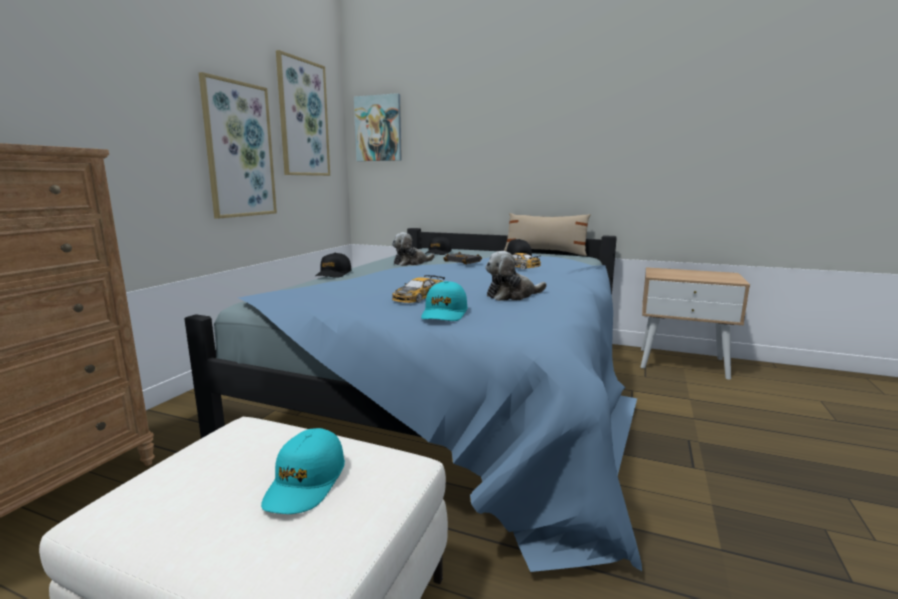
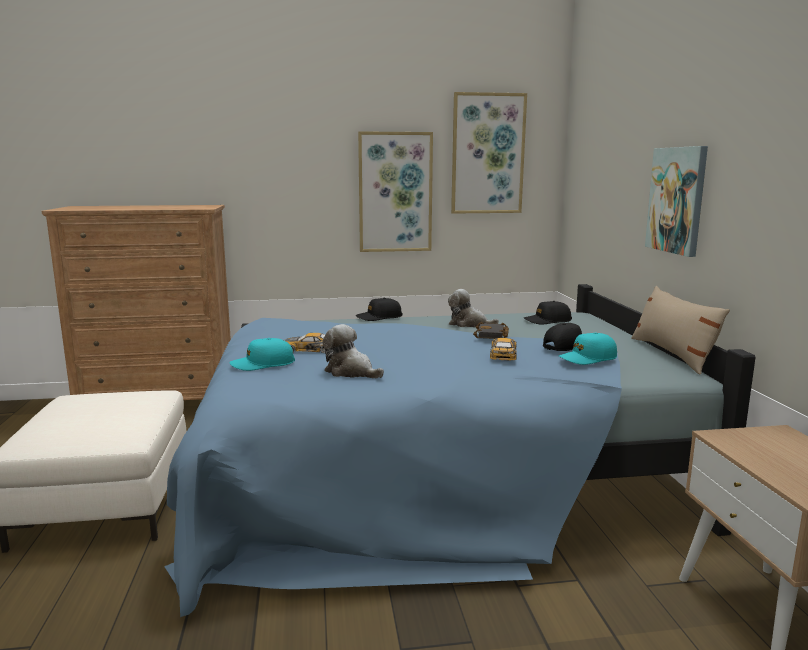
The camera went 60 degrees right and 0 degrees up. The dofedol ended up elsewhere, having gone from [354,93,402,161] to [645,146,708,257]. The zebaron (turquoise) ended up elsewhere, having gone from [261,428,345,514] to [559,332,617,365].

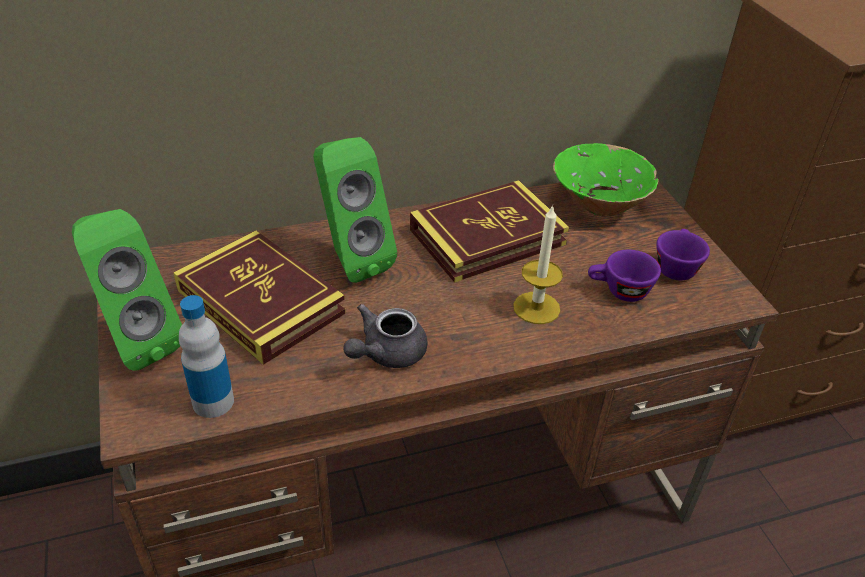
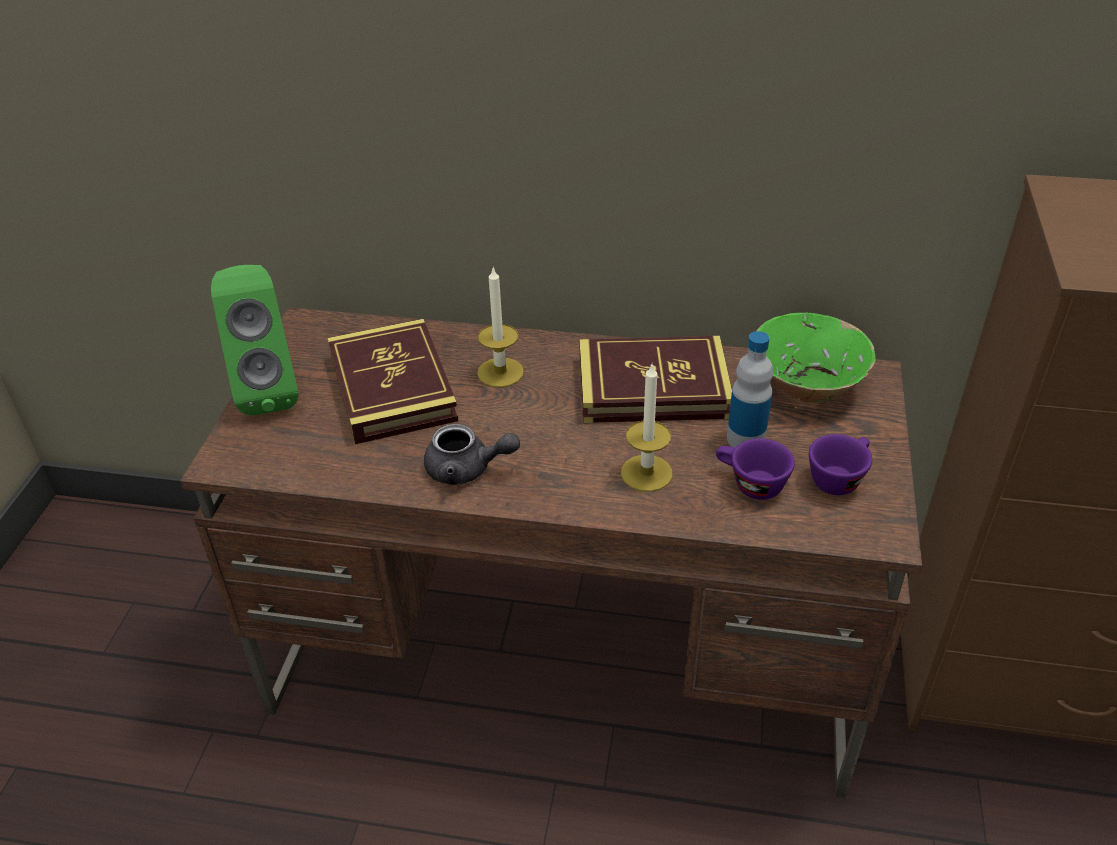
The camera went 30 degrees right and 0 degrees up. Where the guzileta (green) stood at [313,137,397,283], the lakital came to stand at [477,266,524,387]. The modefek ended up elsewhere, having gone from [179,295,234,418] to [727,331,773,448]. The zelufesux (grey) at [343,304,428,368] ended up facing another way, 150 degrees counterclockwise from before.

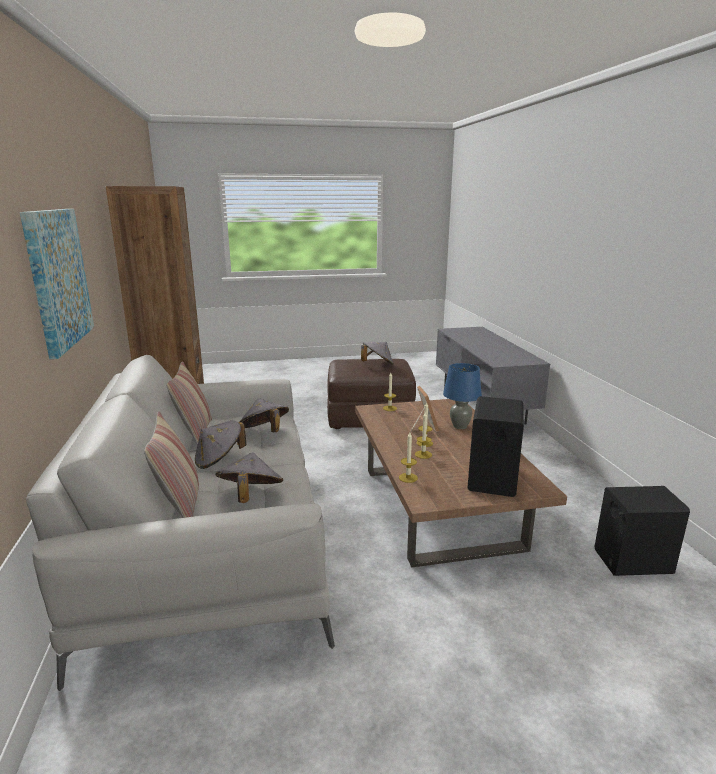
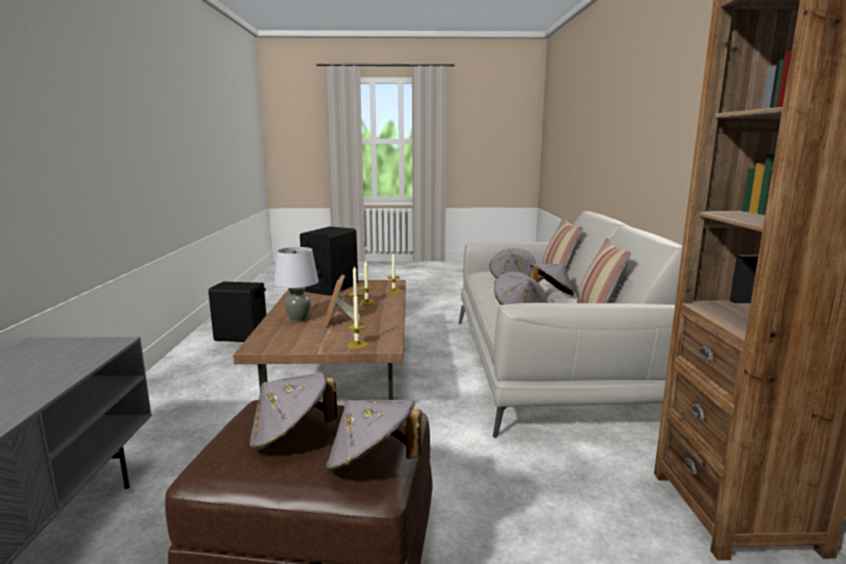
The camera went 170 degrees left and 5 degrees down. The second view lost the dofedol at [20,209,94,359]. What was the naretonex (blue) at [443,363,482,429] turned into the naretonex (grey) at [274,247,319,322]. The second view gained the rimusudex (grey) at [326,399,423,473].

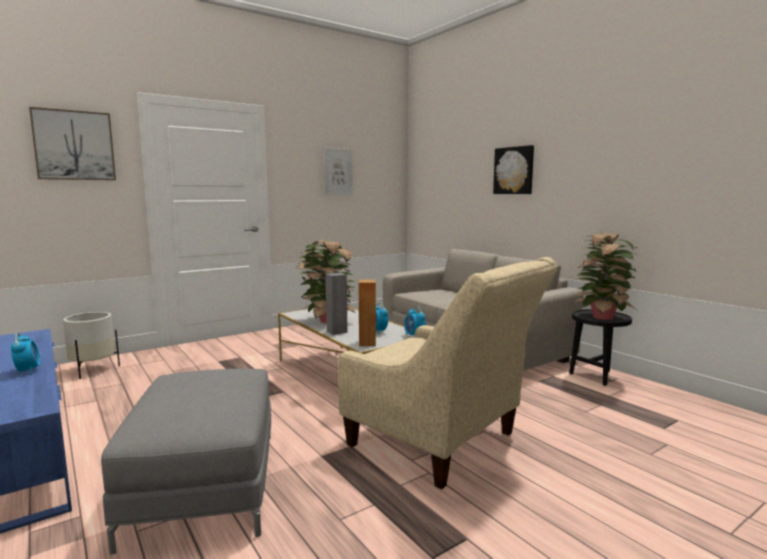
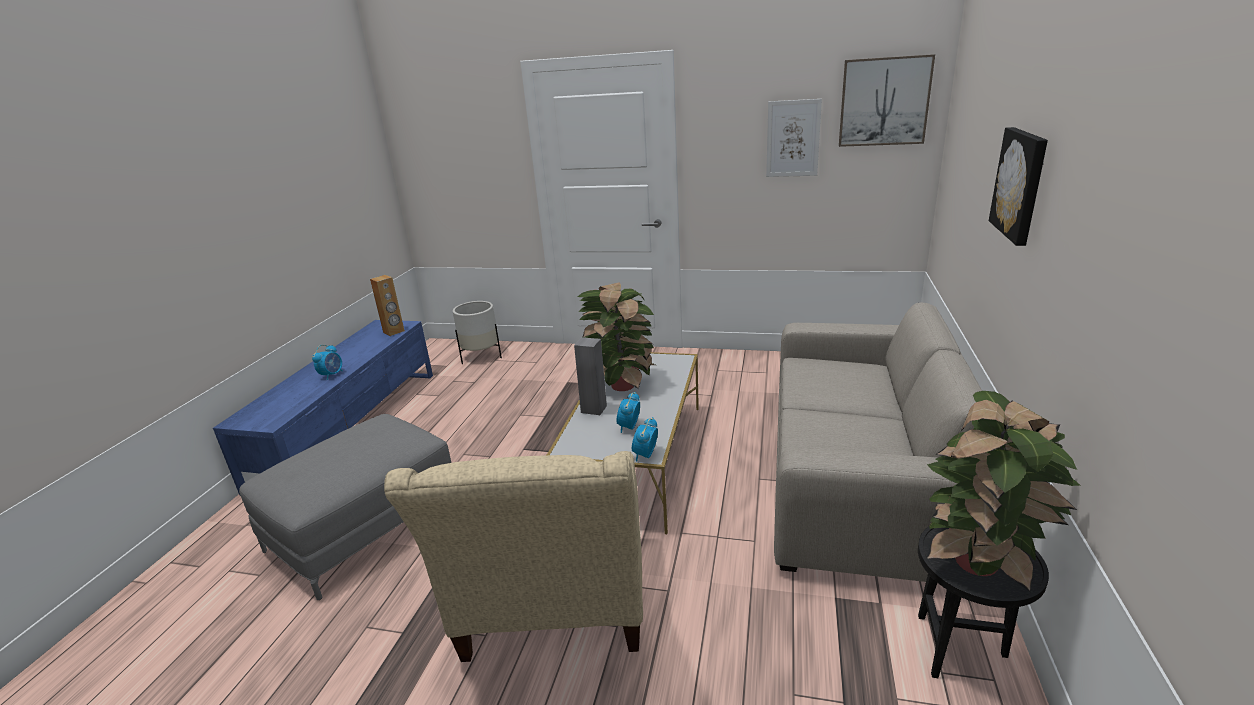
The camera went 50 degrees right and 15 degrees up. The dofedol ended up elsewhere, having gone from [29,107,116,180] to [839,54,935,147]. The guzileta (brown) ended up elsewhere, having gone from [358,279,376,346] to [370,275,405,336].

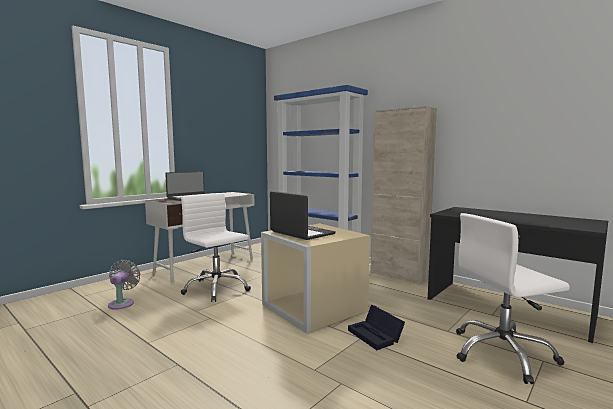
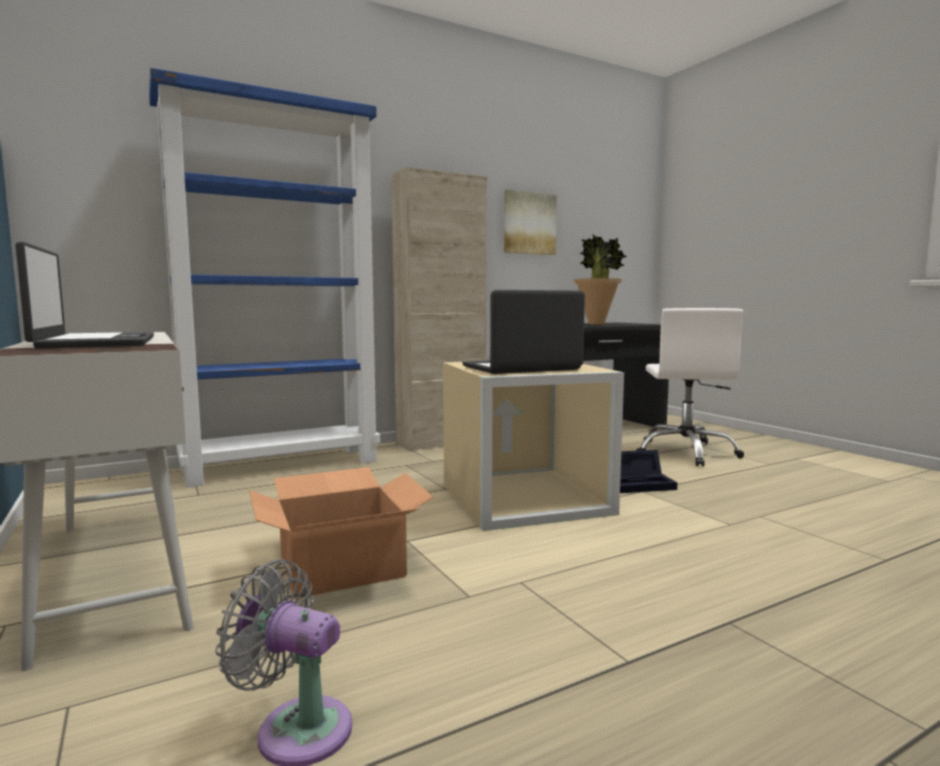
The camera went 70 degrees left and 0 degrees up. Where the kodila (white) stood at [181,193,251,302], the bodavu came to stand at [249,467,434,599]. The second view gained the dofedol at [504,189,557,255]. The second view gained the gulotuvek at [574,234,627,325].

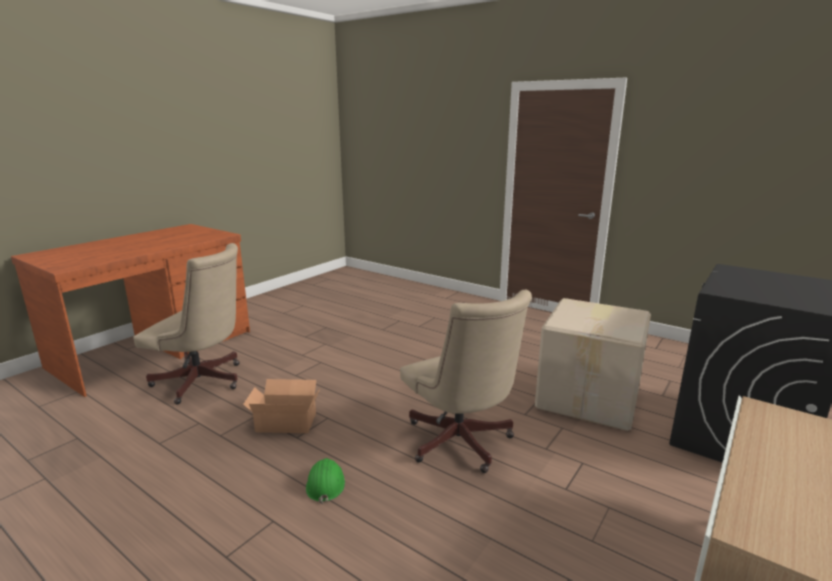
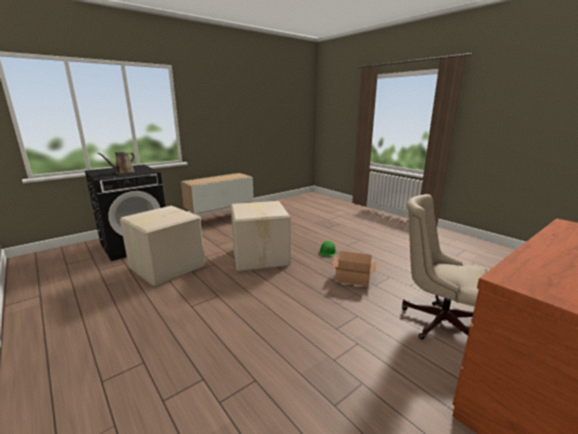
The camera went 165 degrees left and 0 degrees up. Where the kodila (beige) stood at [400,290,532,473], the bodavu came to stand at [231,201,291,271]. The second view gained the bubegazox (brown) at [98,152,135,174].

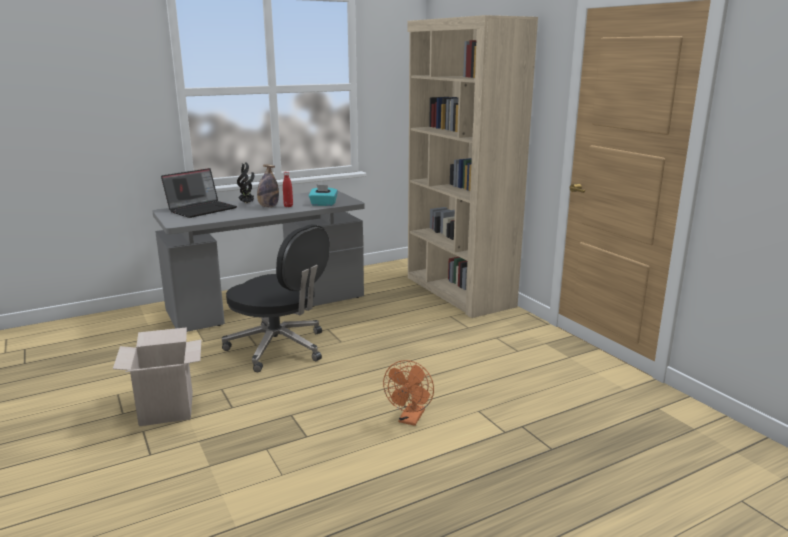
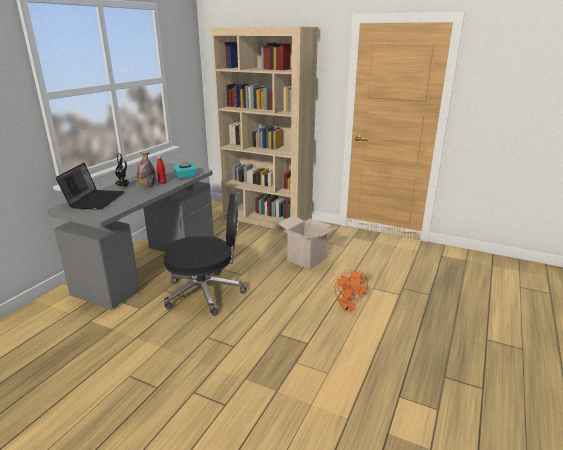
The camera went 35 degrees left and 5 degrees up. The bodavu ended up elsewhere, having gone from [113,327,201,426] to [277,215,337,270].

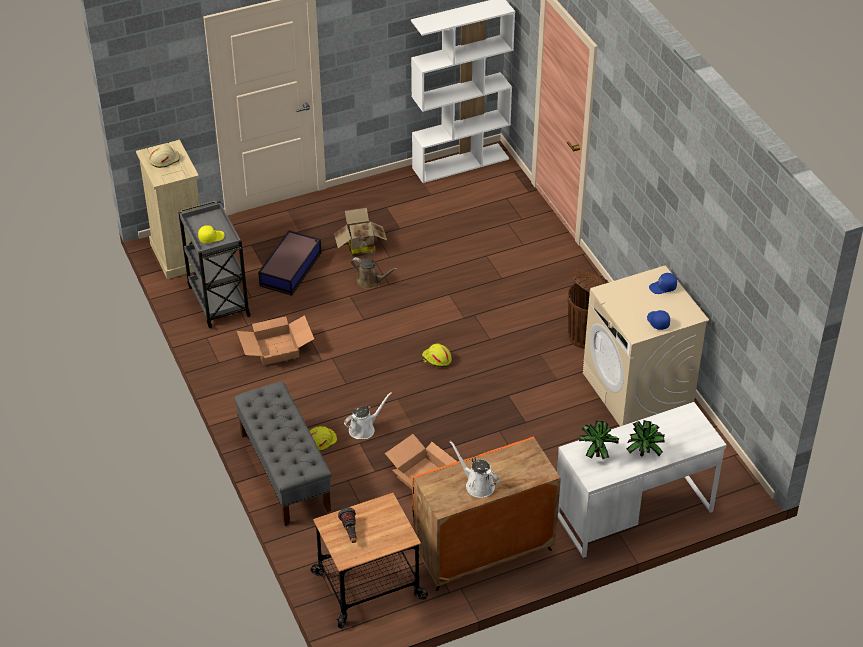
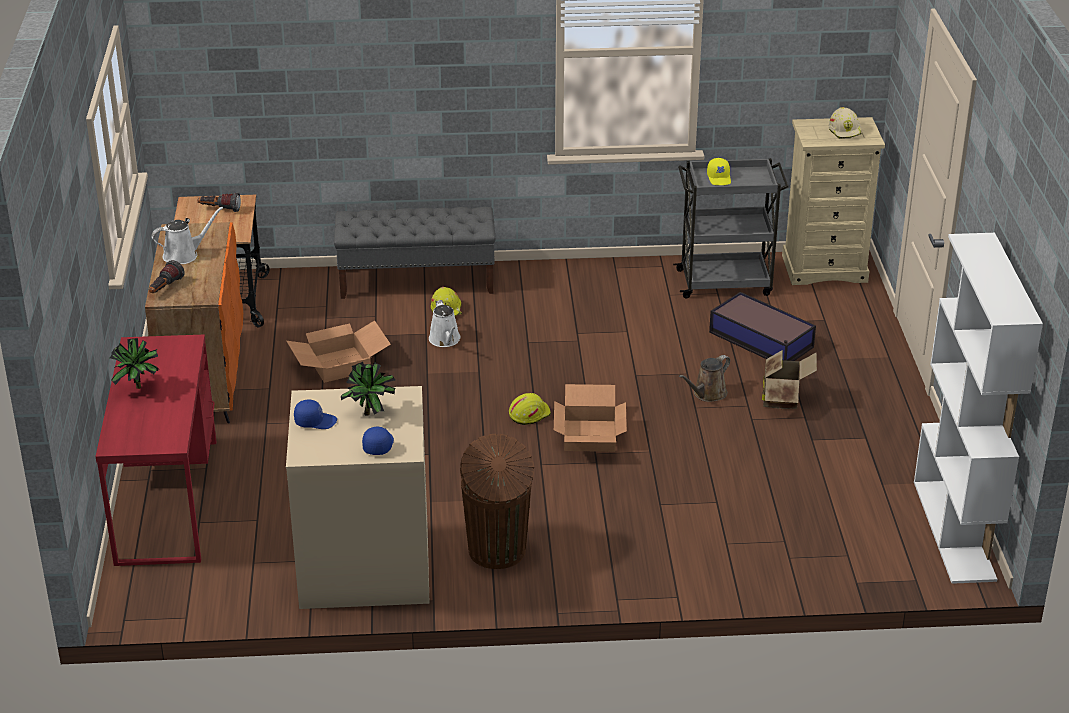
The camera went 110 degrees right and 10 degrees down. The bodavu ended up elsewhere, having gone from [237,315,314,365] to [554,384,627,452]. What was the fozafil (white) at [557,402,727,558] turned into the fozafil (red) at [95,334,217,566]. The gulotuvek ended up elsewhere, having gone from [579,420,620,460] to [341,362,395,416]. The second view gained the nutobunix at [149,260,184,293].

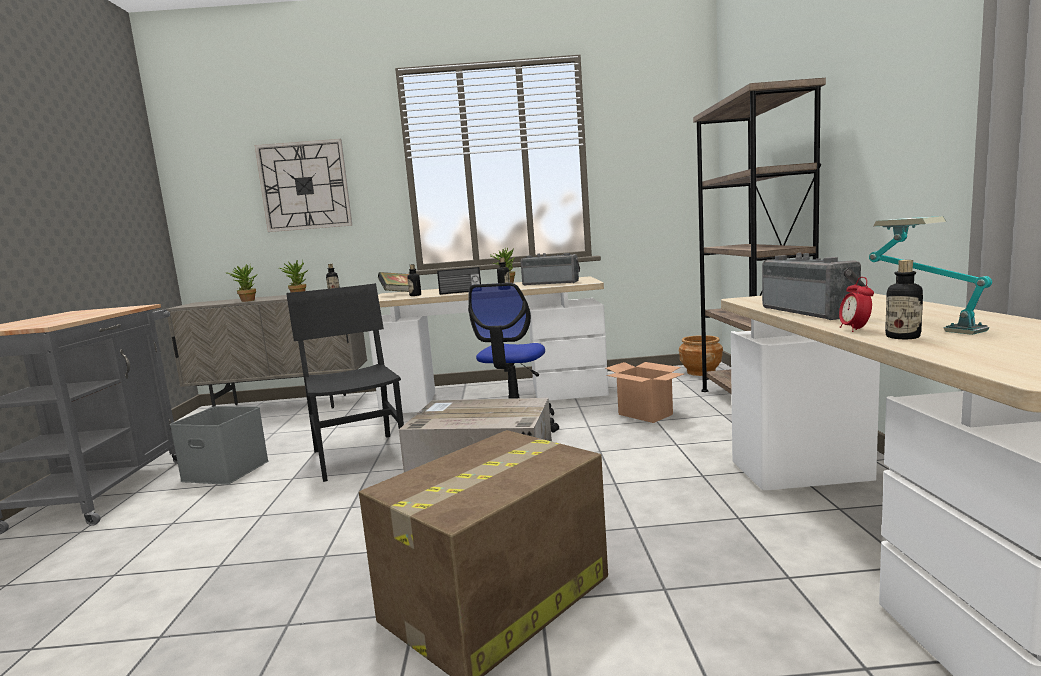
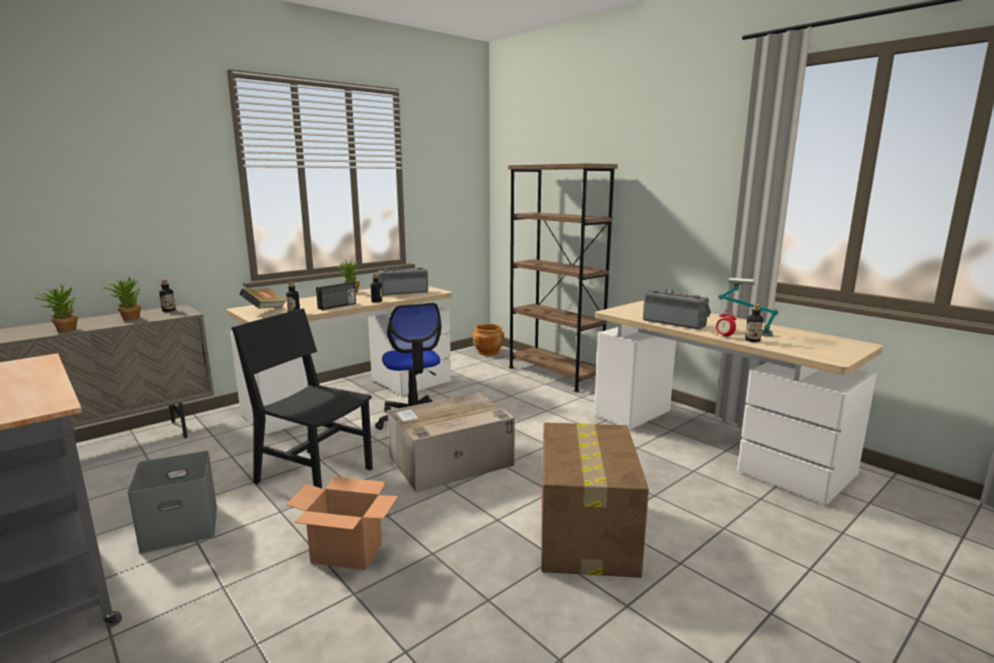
The camera went 40 degrees left and 5 degrees up. The second view lost the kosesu at [254,139,353,232]. The bodavu ended up elsewhere, having gone from [606,362,684,423] to [286,477,398,570].

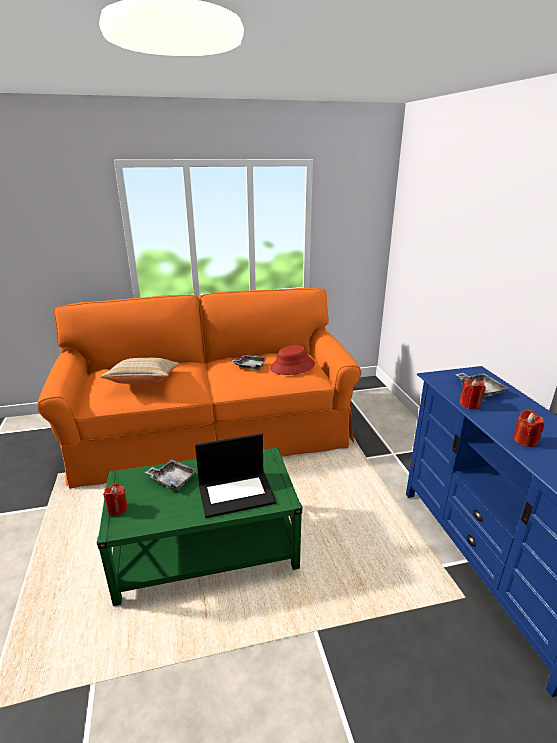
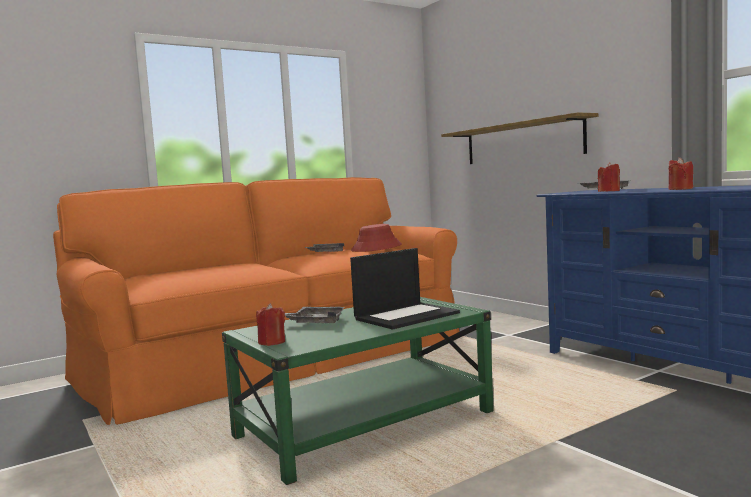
The camera went 20 degrees left and 20 degrees down. The second view lost the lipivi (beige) at [100,358,179,384]. The second view gained the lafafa at [441,112,599,164].

